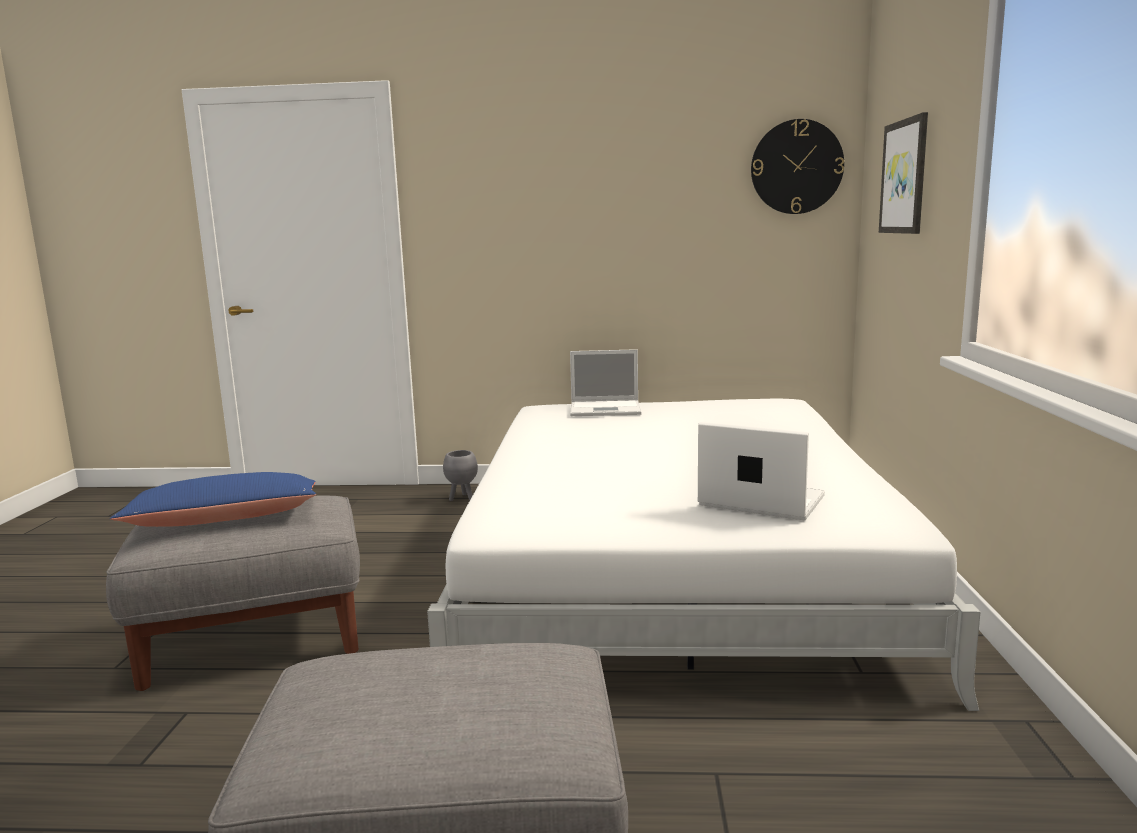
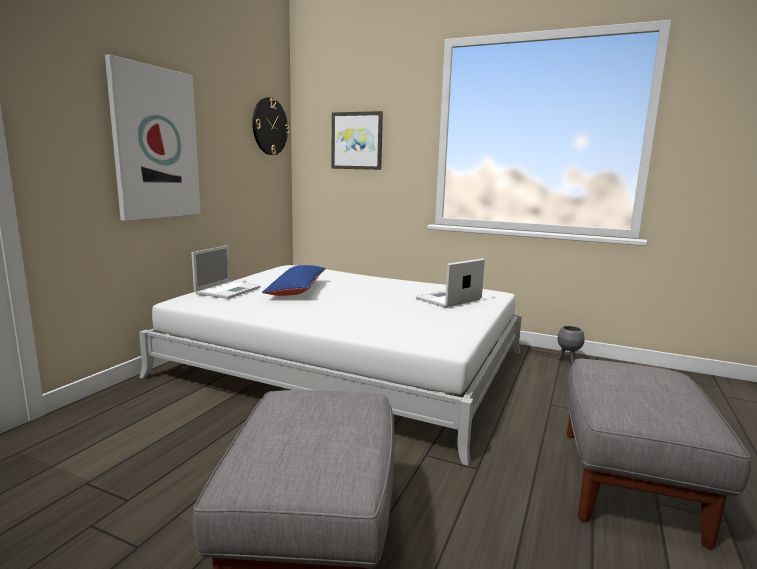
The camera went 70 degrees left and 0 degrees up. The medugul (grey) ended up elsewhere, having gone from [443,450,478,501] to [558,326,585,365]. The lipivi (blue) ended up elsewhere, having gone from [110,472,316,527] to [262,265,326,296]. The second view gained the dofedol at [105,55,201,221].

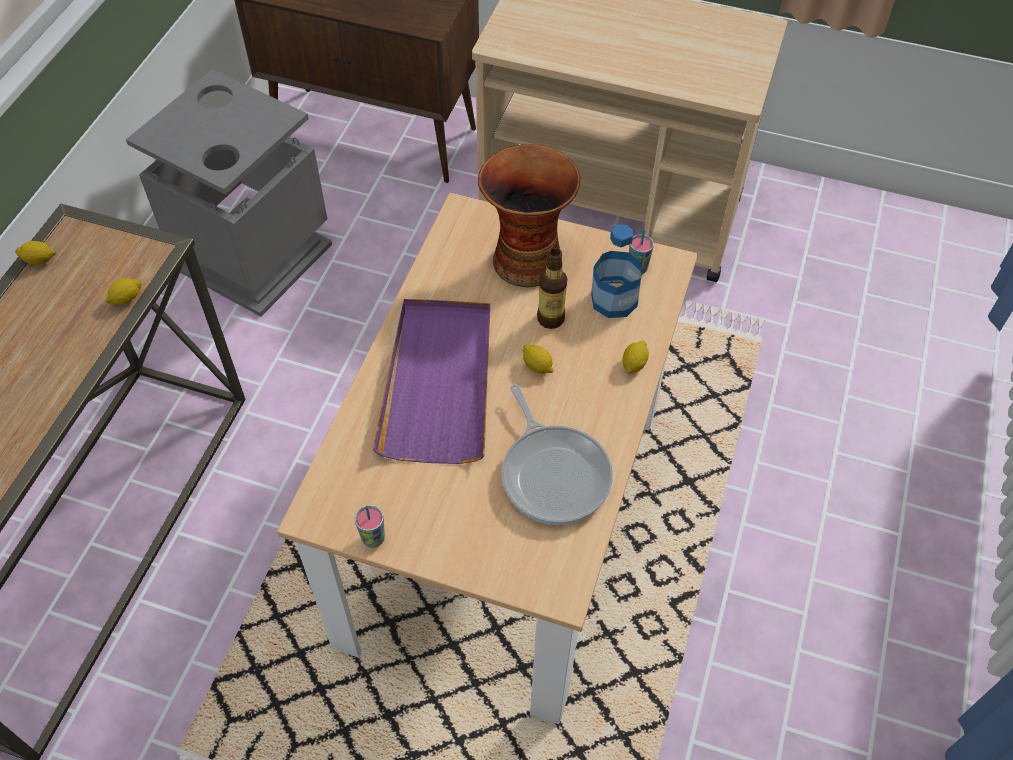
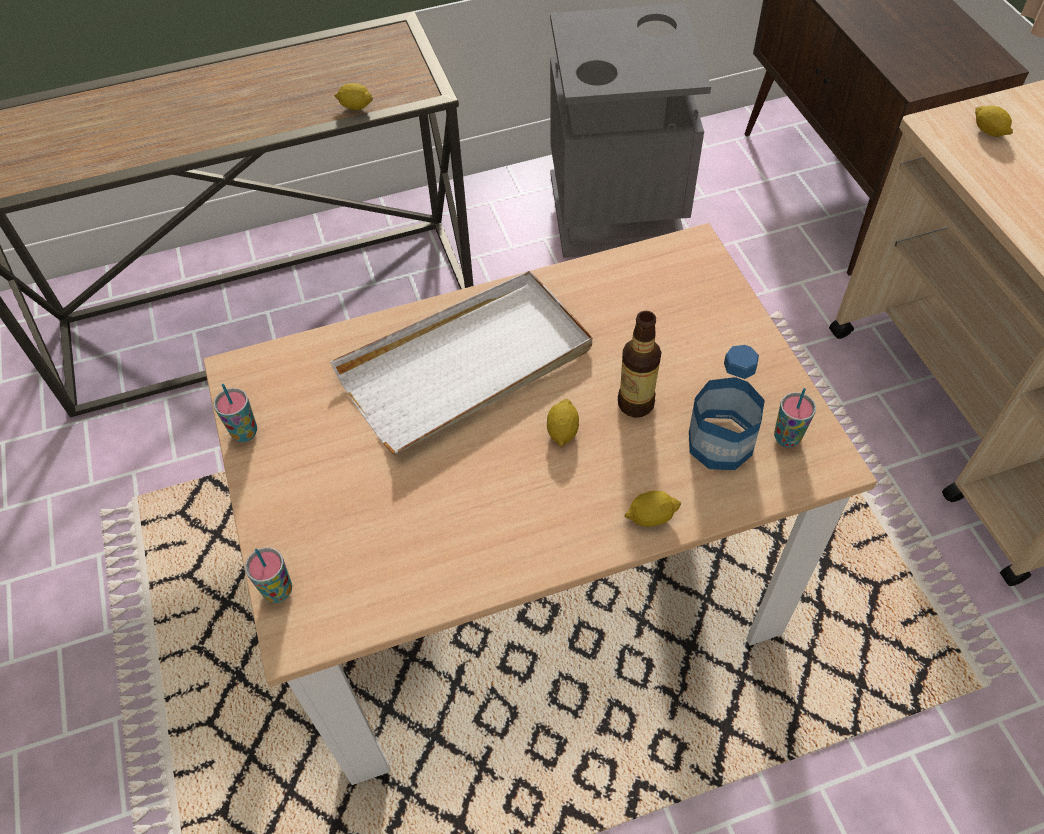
The camera went 55 degrees right and 0 degrees up. The second view lost the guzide at [478,144,580,287]. The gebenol ended up elsewhere, having gone from [15,241,56,264] to [975,106,1013,137]. What was the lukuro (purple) at [373,299,490,464] turned into the lukuro (white) at [330,271,592,455]. The second view lost the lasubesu at [501,384,613,525]. The second view gained the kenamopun at [245,547,292,603].

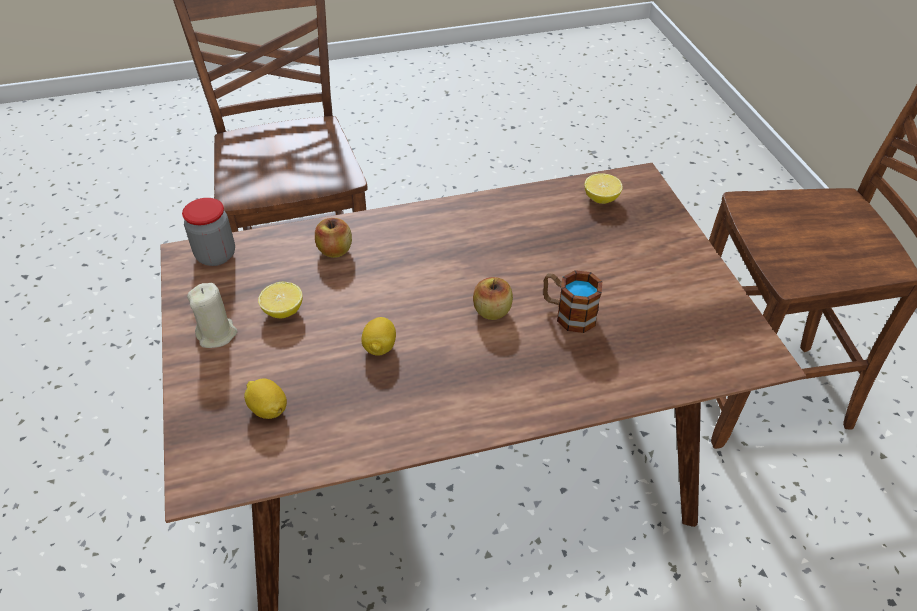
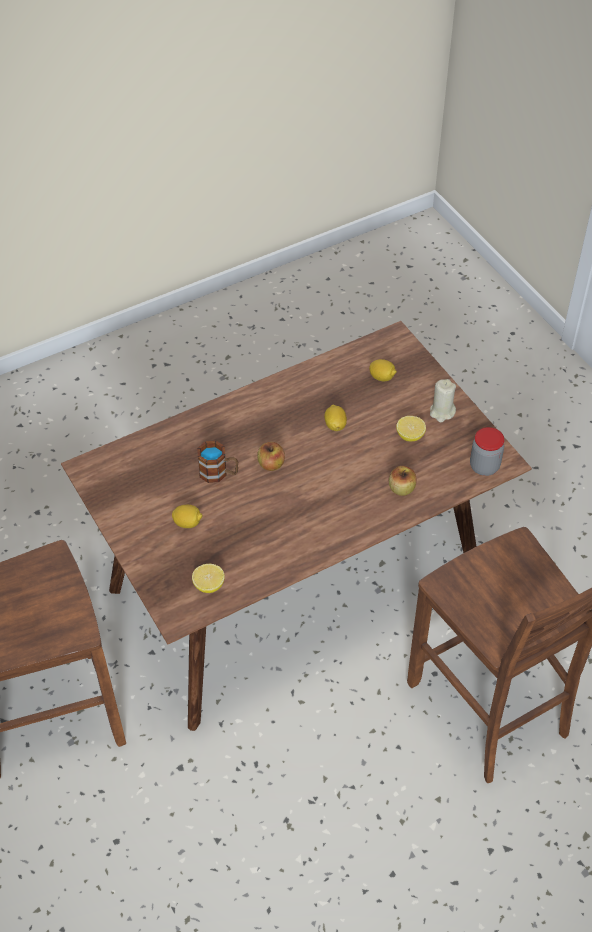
The camera went 165 degrees right and 5 degrees up. The second view gained the gebenol at [172,505,203,528].

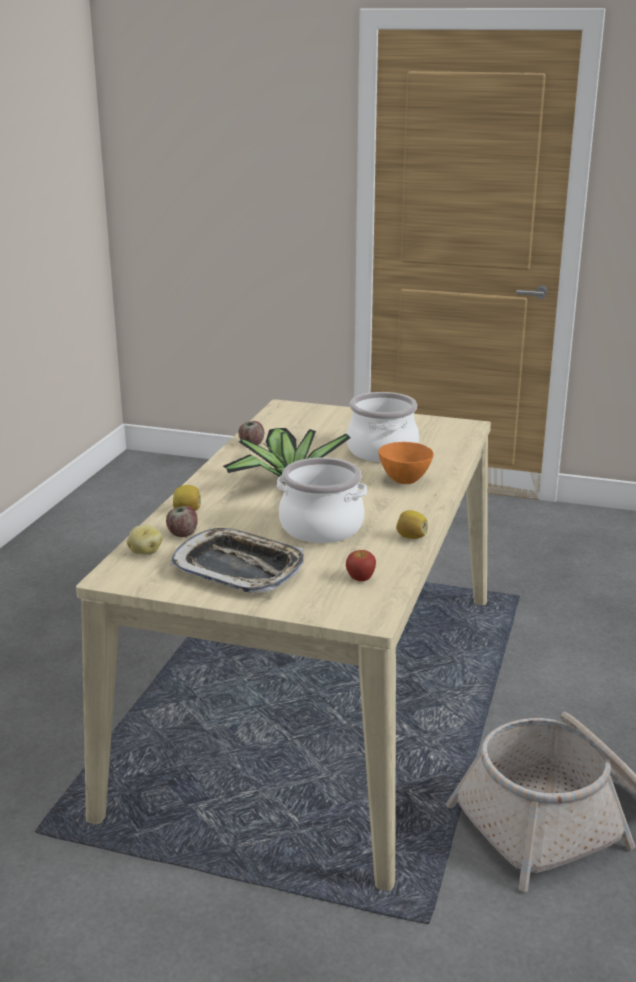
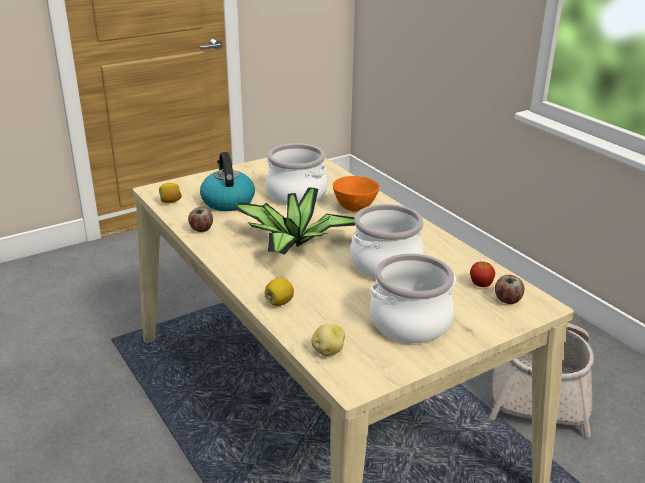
The camera went 50 degrees left and 5 degrees up. The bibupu ended up elsewhere, having gone from [166,506,198,537] to [495,275,524,304]. The gebenol ended up elsewhere, having gone from [396,510,428,539] to [159,183,182,203]. Where the lukuro stood at [170,528,304,593], the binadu came to stand at [370,253,456,343]. The second view gained the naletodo at [200,152,255,211].

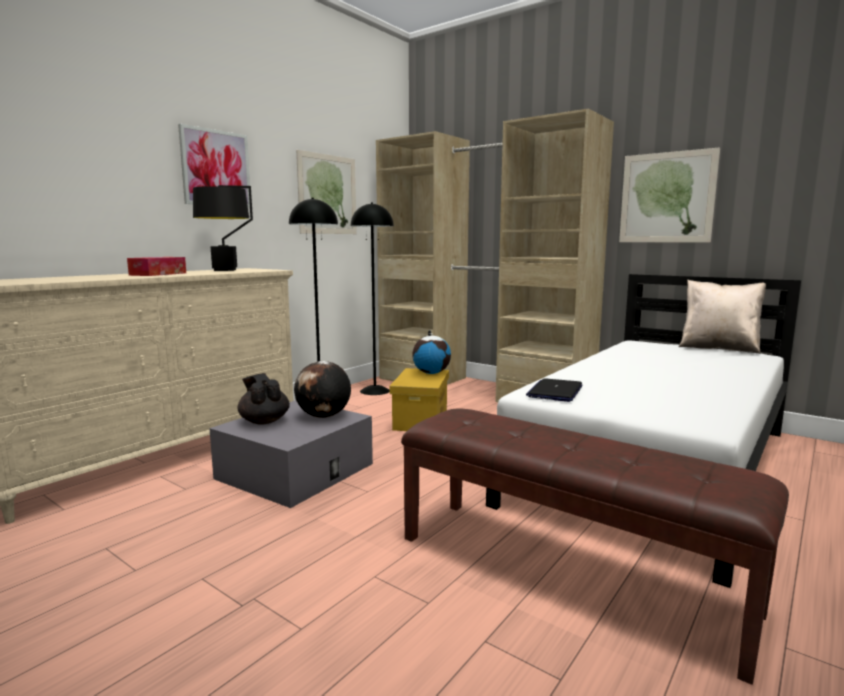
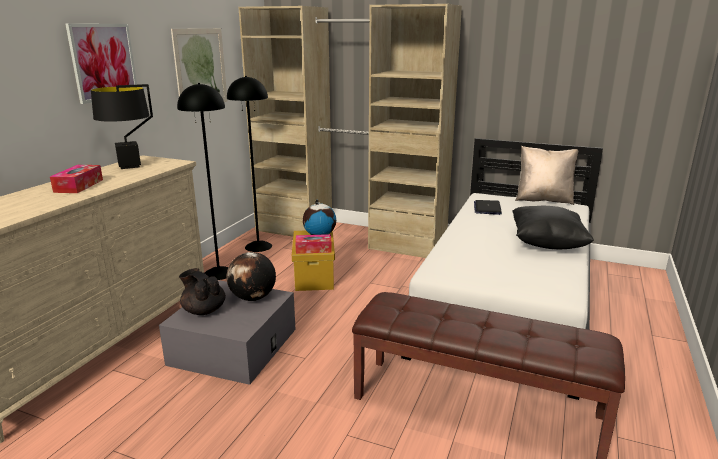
The camera went 15 degrees left and 10 degrees up. The second view lost the dofedol at [619,147,720,242]. The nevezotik ended up elsewhere, having gone from [526,378,583,402] to [474,200,502,215]. The second view gained the lipivi (black) at [512,206,594,249]. The second view gained the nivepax at [295,234,332,254].

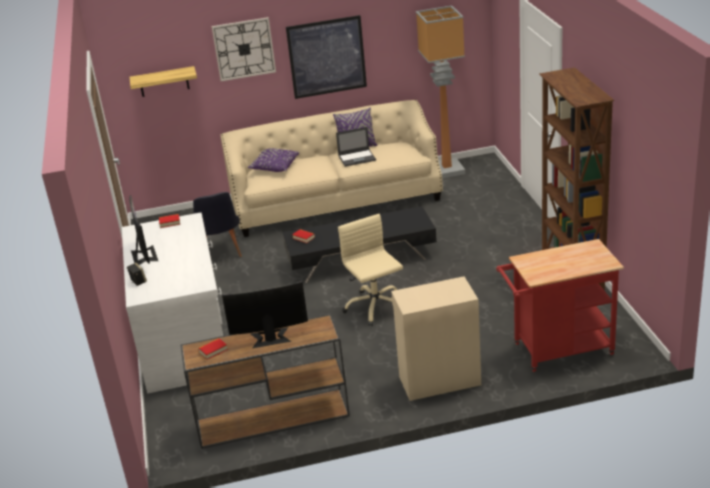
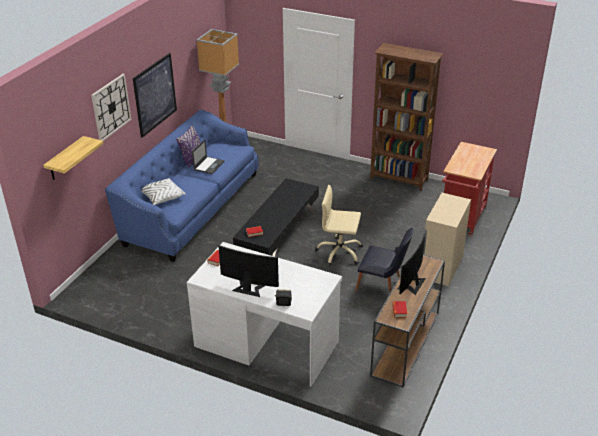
The camera went 55 degrees left and 5 degrees up. What was the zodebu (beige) at [220,100,443,237] turned into the zodebu (blue) at [105,110,259,262]. What was the lipivi (purple) at [248,148,299,172] turned into the lipivi (white) at [141,178,186,205]. The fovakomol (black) ended up elsewhere, having gone from [193,192,242,257] to [355,228,414,293].

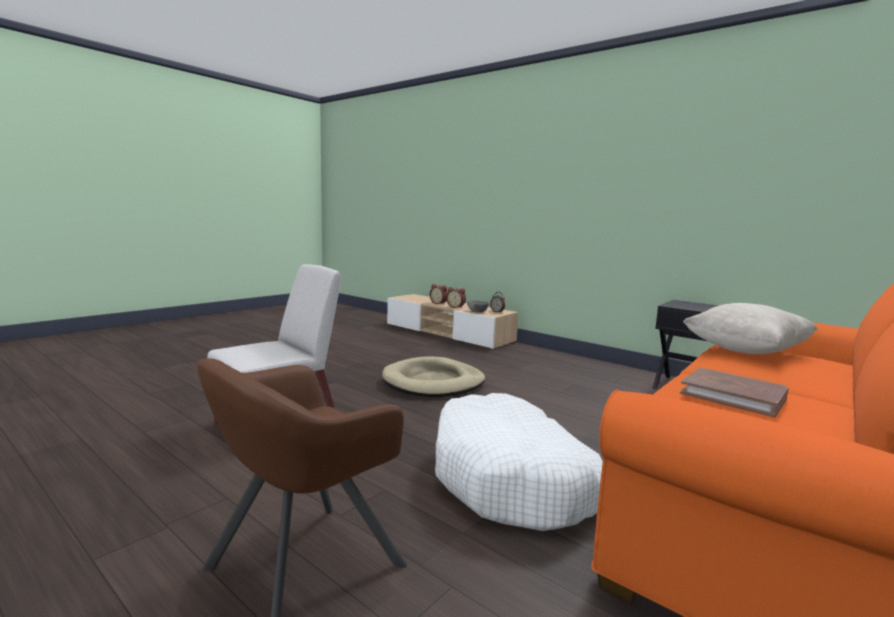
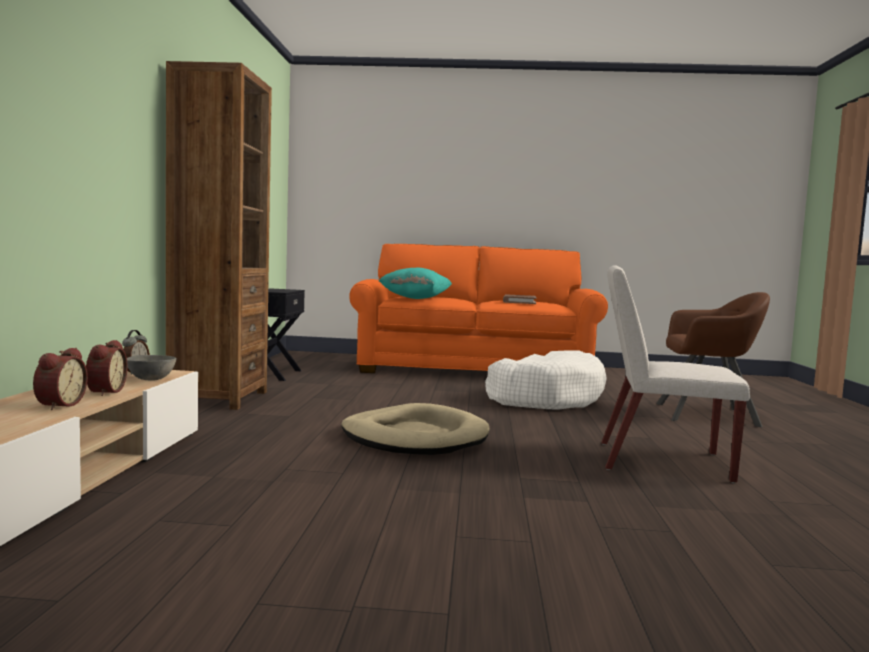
The camera went 125 degrees left and 5 degrees down. What was the lipivi (beige) at [683,303,819,354] turned into the lipivi (turquoise) at [378,268,452,299]. The second view gained the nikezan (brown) at [166,61,272,410].

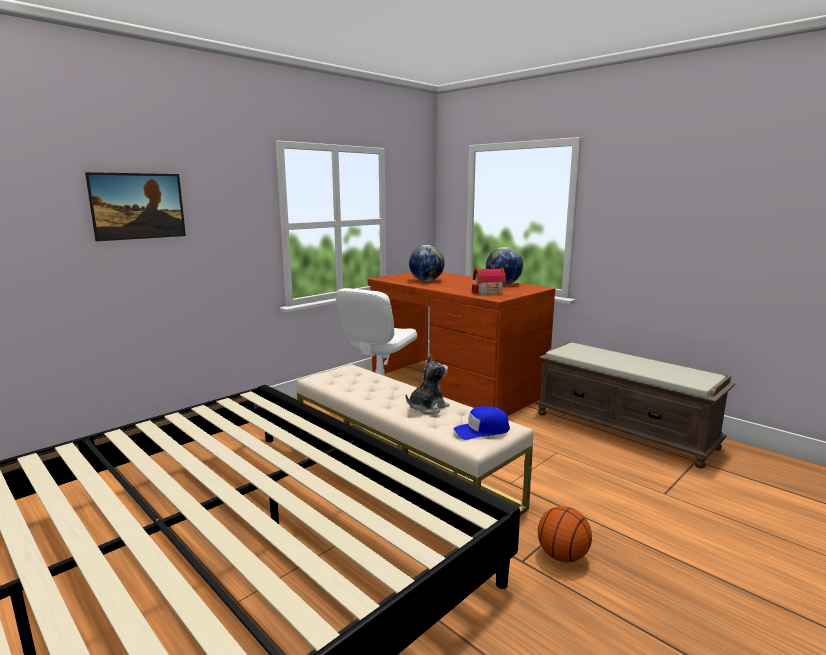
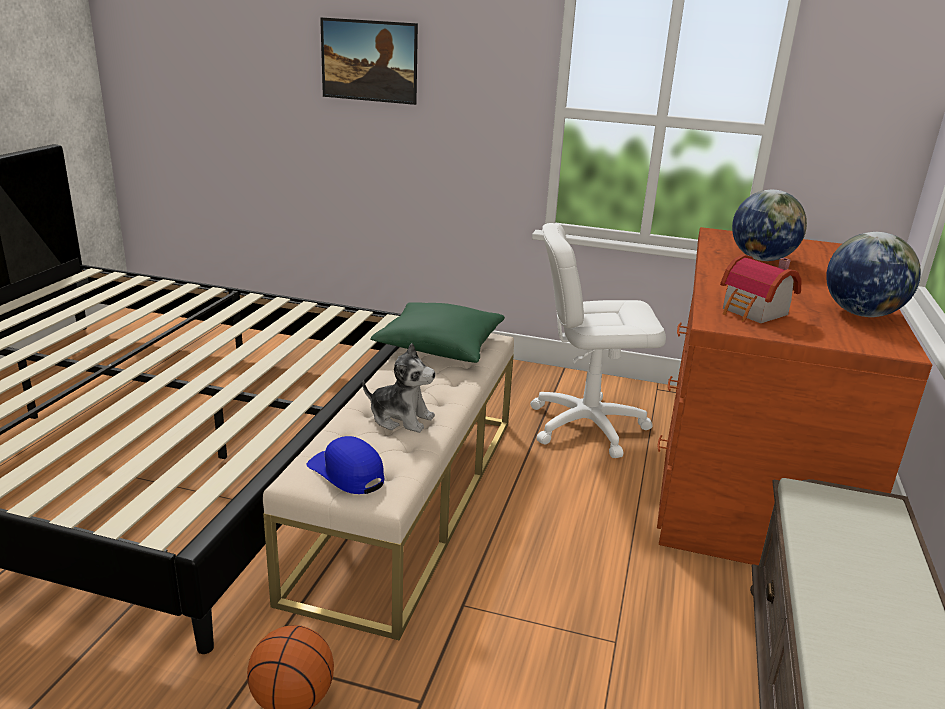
The camera went 60 degrees right and 10 degrees up. The second view gained the lipivi (green) at [370,302,505,363].

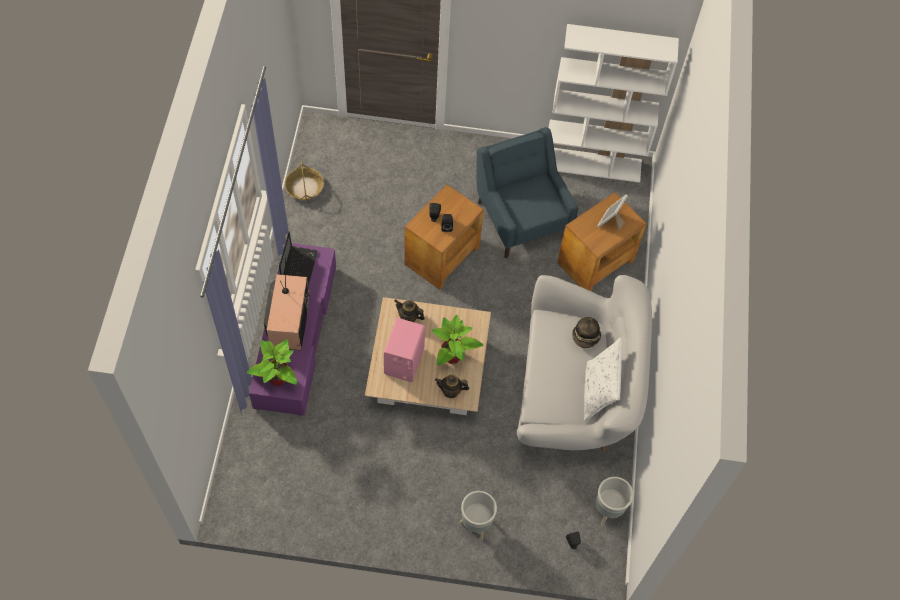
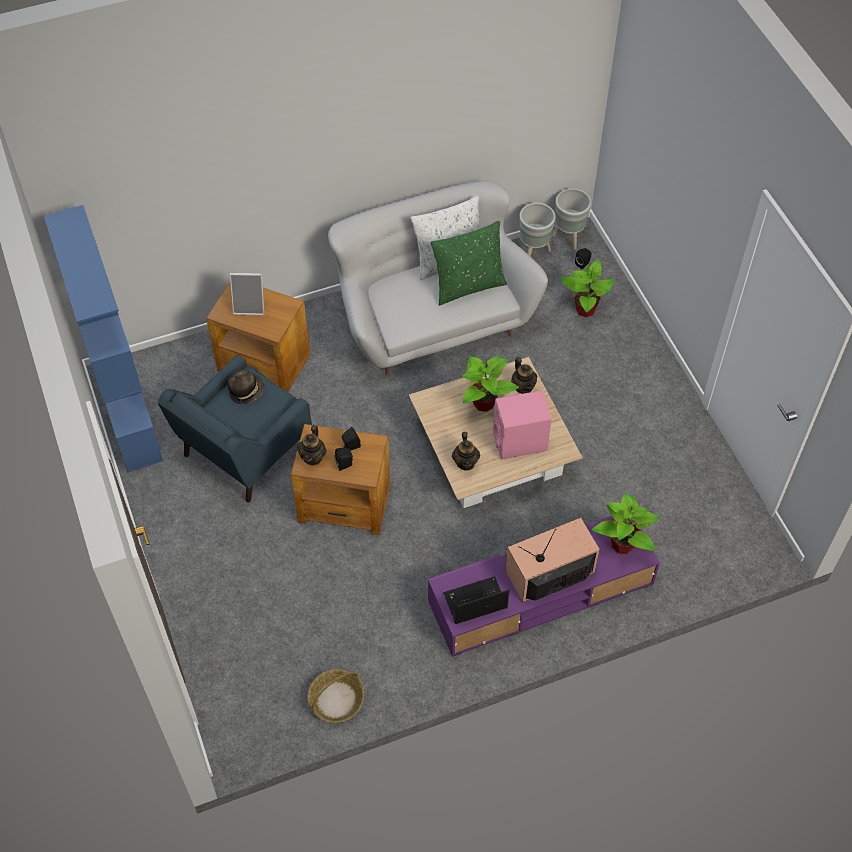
The camera went 115 degrees left and 5 degrees down. What was the nikezan (white) at [549,24,679,183] turned into the nikezan (blue) at [44,205,163,472]. The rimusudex ended up elsewhere, having gone from [572,317,601,348] to [227,370,264,404]. The medugul (grey) ended up elsewhere, having gone from [460,491,497,540] to [552,188,591,249]. The second view gained the lipivi (green) at [430,220,507,305]. The second view gained the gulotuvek at [560,259,615,317]. The second view gained the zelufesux at [297,425,326,465].

